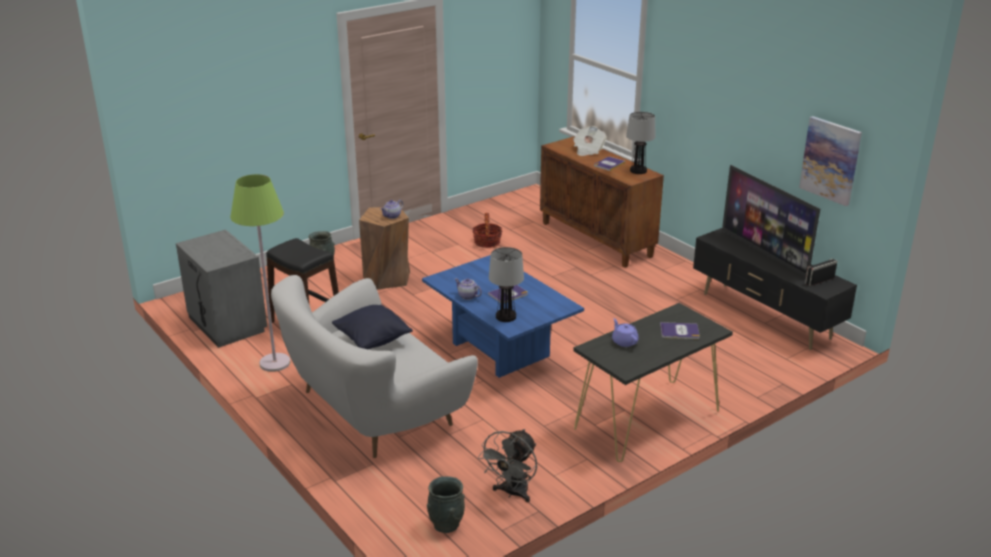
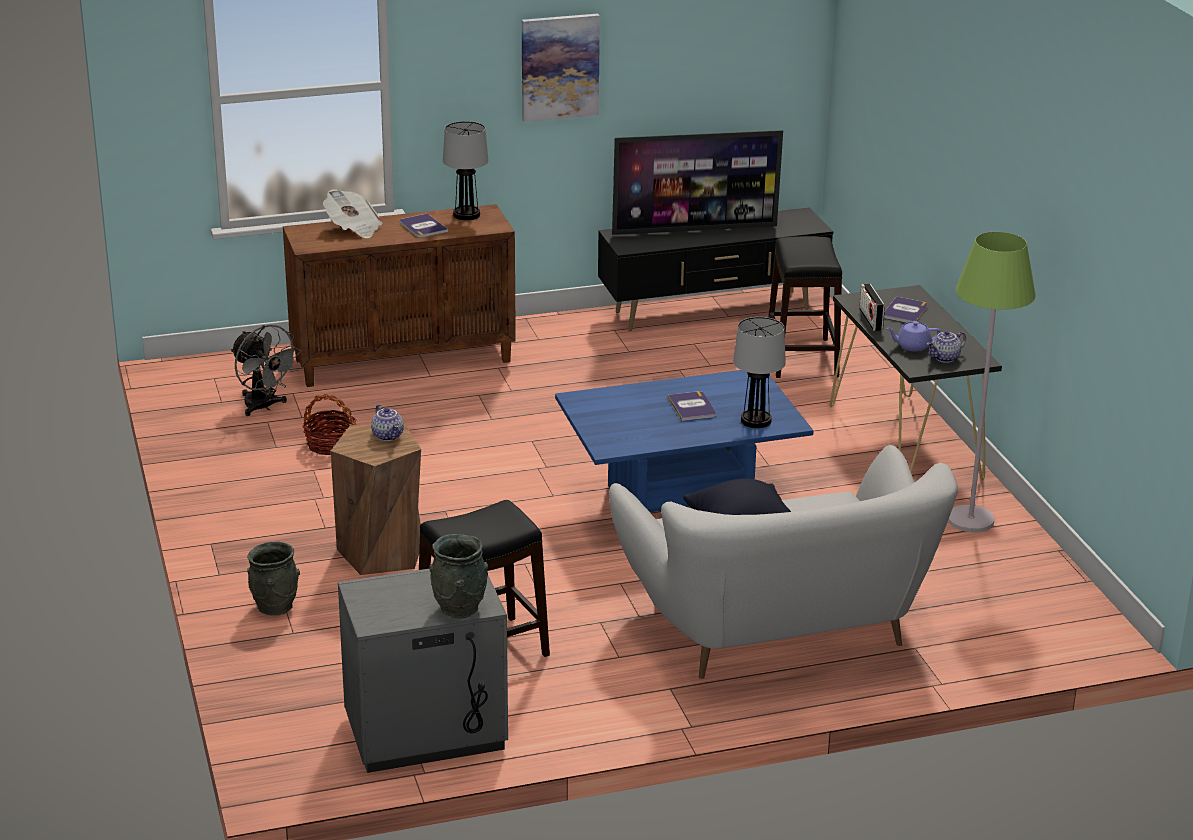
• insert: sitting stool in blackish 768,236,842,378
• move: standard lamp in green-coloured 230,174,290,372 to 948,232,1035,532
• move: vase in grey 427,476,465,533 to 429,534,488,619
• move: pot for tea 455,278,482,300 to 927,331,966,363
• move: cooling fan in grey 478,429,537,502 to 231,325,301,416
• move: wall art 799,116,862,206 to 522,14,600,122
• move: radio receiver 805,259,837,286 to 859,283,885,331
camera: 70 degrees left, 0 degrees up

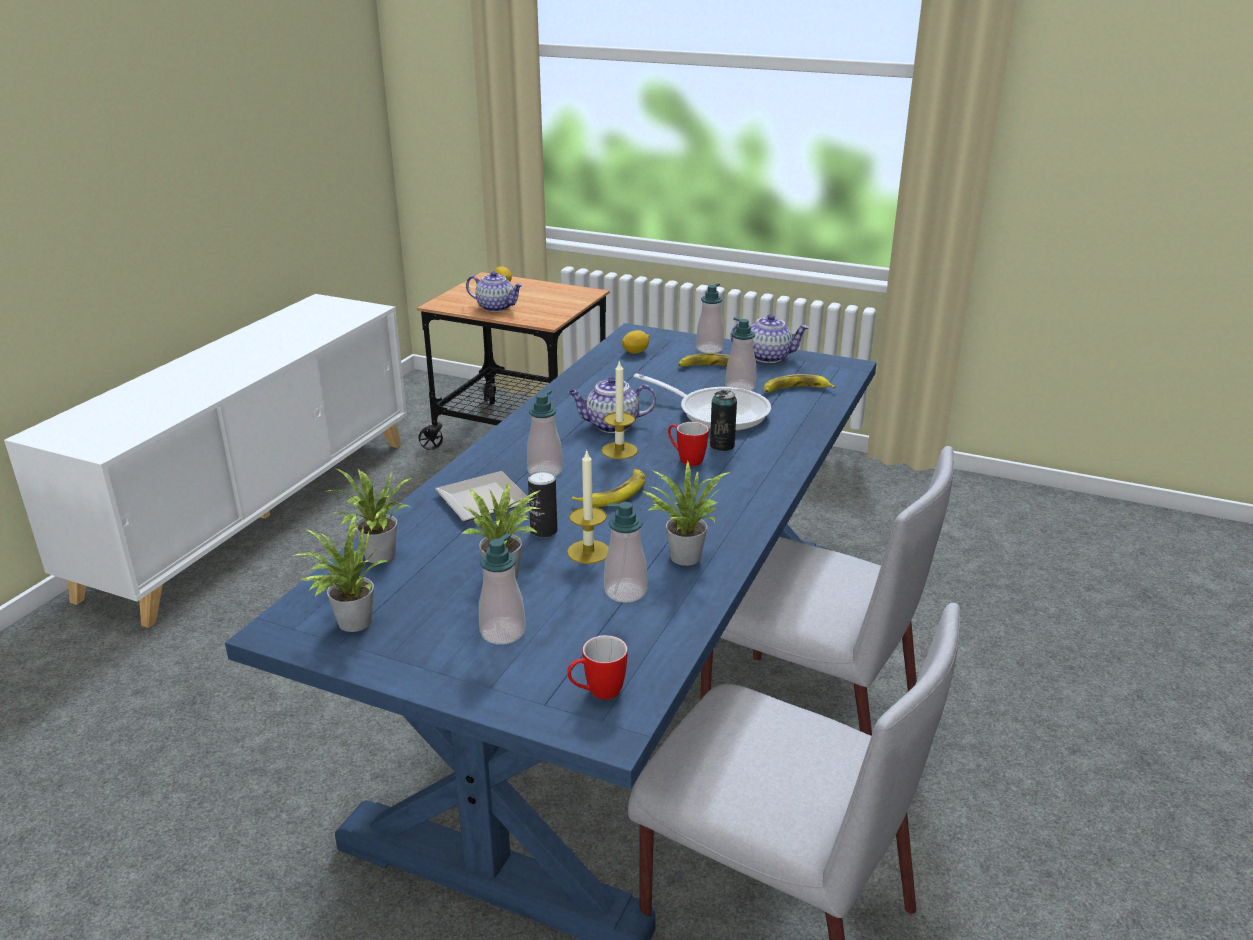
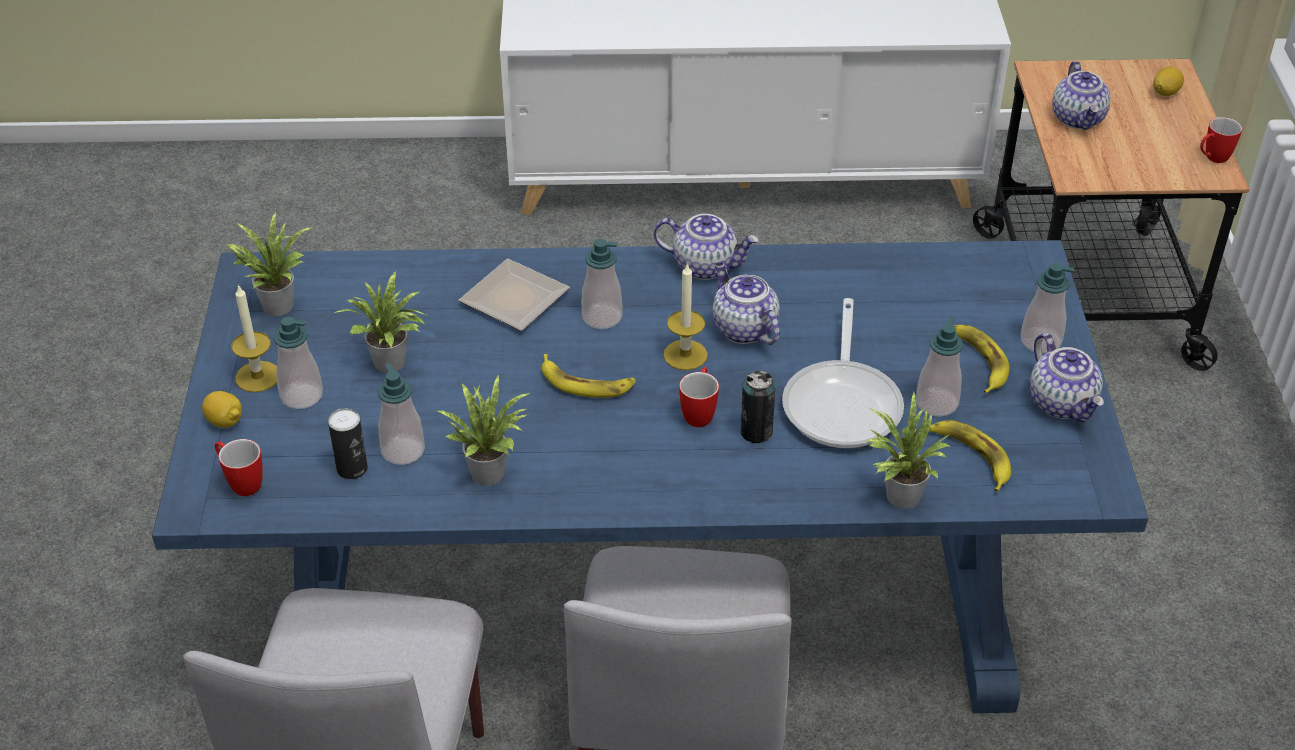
• insert: pot for tea 654,214,759,280
• insert: coffee mug 1200,117,1242,163
• move: houseplant 325,468,412,563 to 864,391,950,509
• move: sealed can 528,470,558,538 to 328,408,368,479
• move: wax light 567,449,609,564 to 232,284,277,393
• move: citrus fruit 622,330,649,354 to 202,391,242,428
camera: 65 degrees right, 15 degrees up

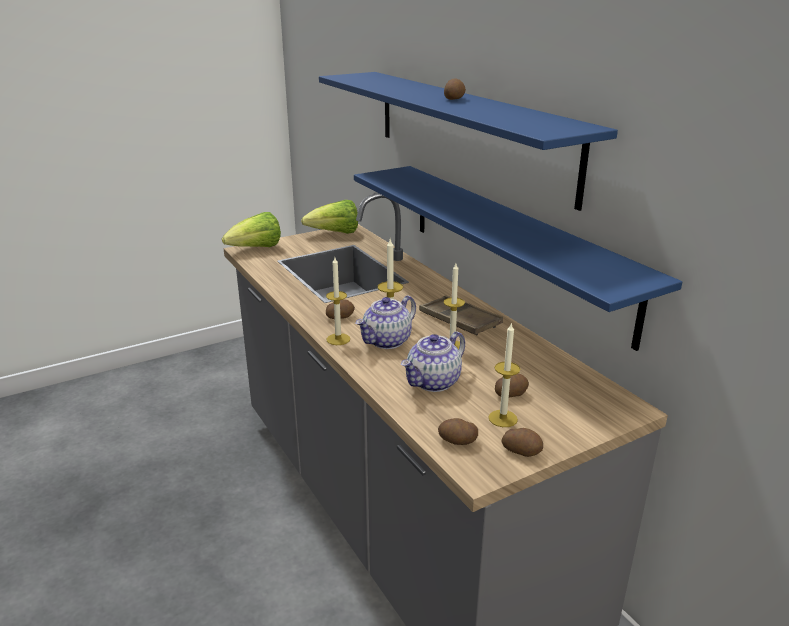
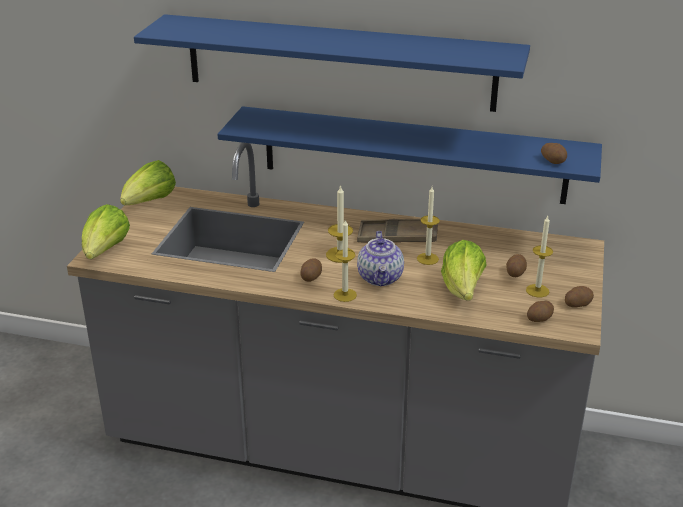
• move: spud 444,78,466,100 to 541,143,567,164
• replace: pot for tea 401,331,465,392 to head of lettuce 441,240,486,300
camera: 45 degrees left, 5 degrees up

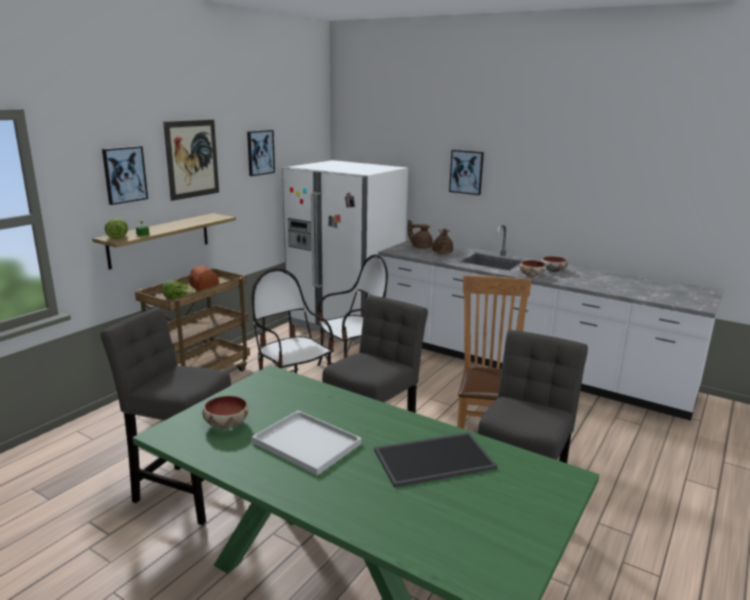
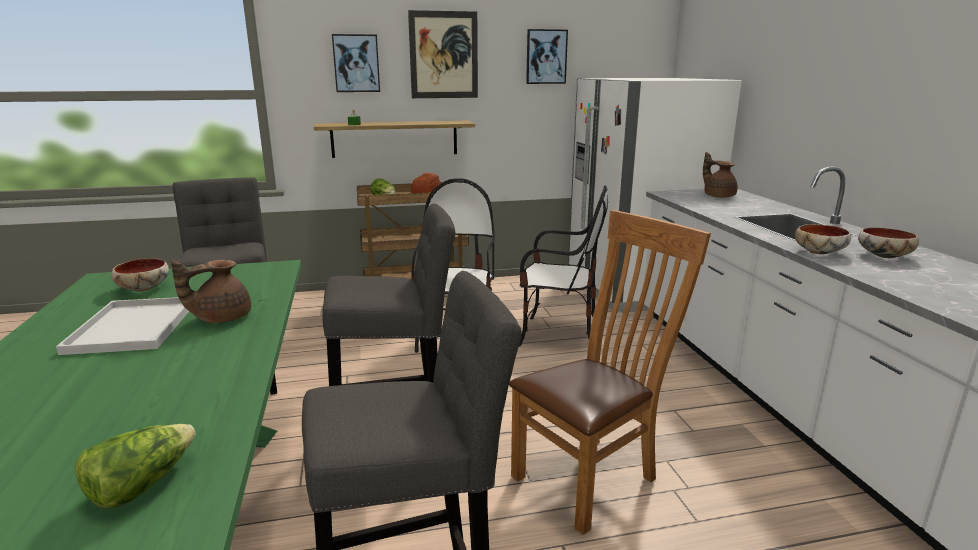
• delete: serving tray 374,432,497,488
• delete: wall art 449,150,484,195
• move: head of lettuce 105,218,128,239 to 75,424,196,508
• move: pot for tea in brown 432,228,453,254 to 171,260,251,323
camera: 45 degrees right, 0 degrees up

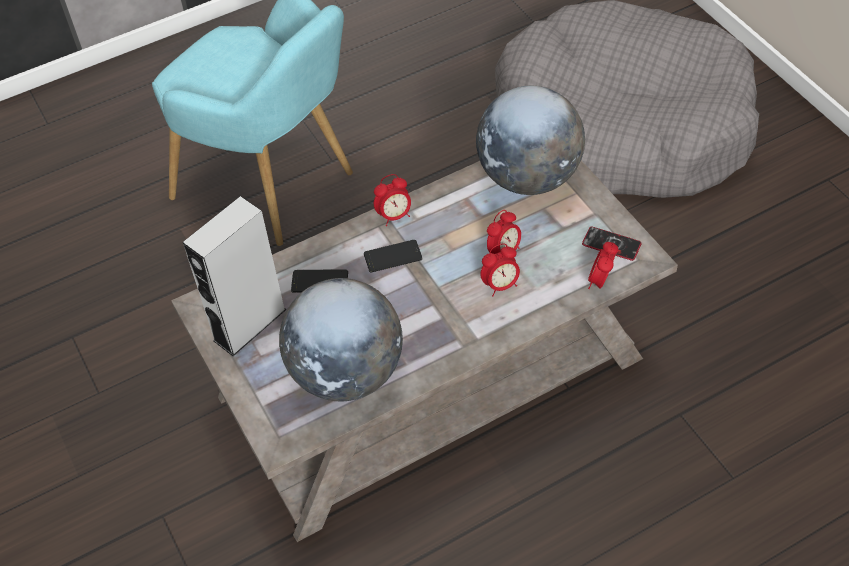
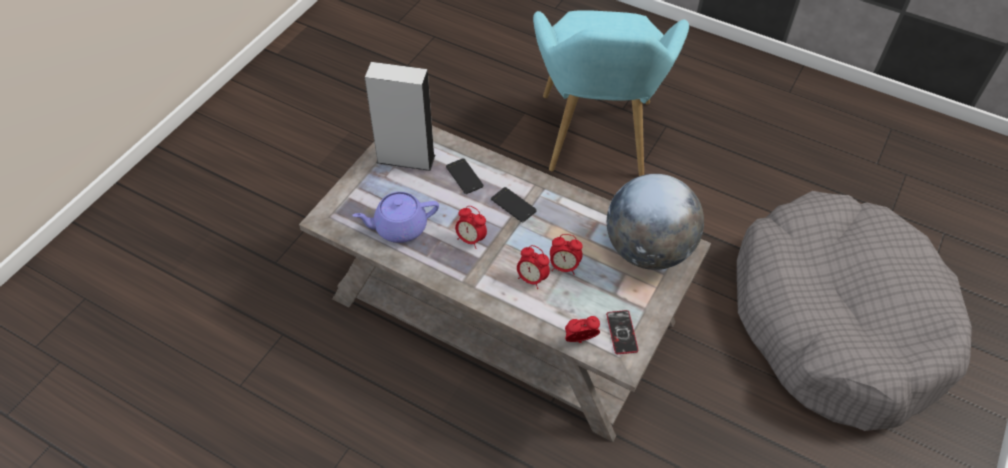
• move: bedside clock 374,174,411,226 to 455,206,487,249
• replace: desk globe 279,278,403,401 to pot for tea in purple-coloured 352,192,439,243
camera: 55 degrees right, 0 degrees up

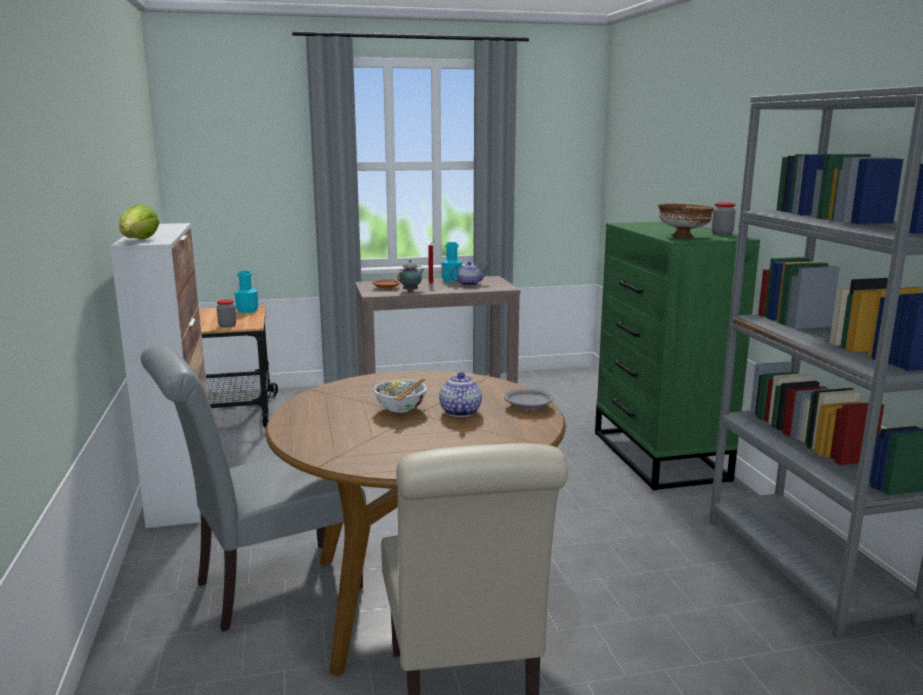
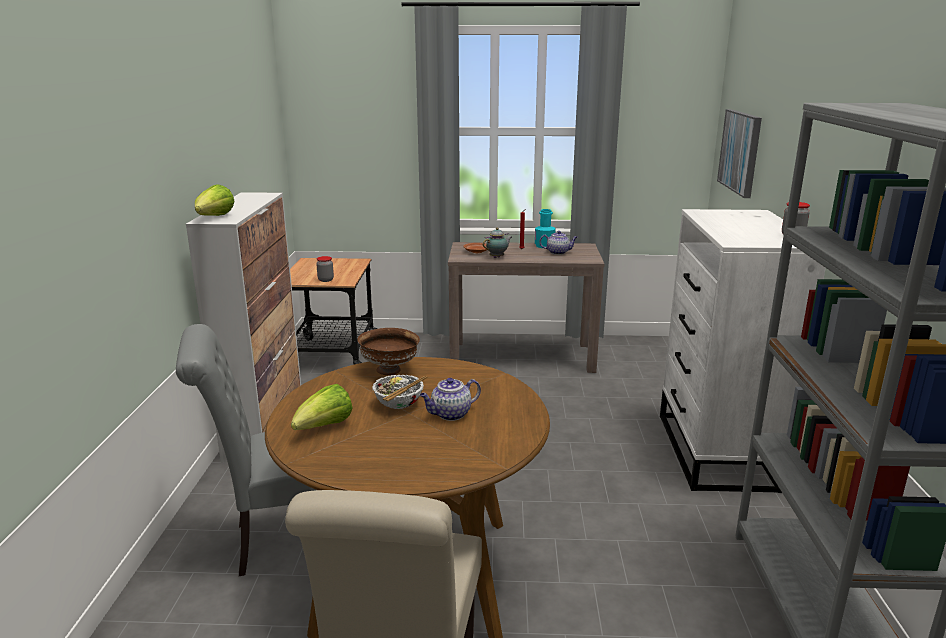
• delete: bottle in turquoise 235,270,258,313
• delete: plate in grey 504,389,553,410
• insert: head of lettuce 291,384,353,430
• insert: wall art 717,109,762,198
• move: serving bowl in brown 658,204,715,238 to 357,328,420,375
• recolor: drawer chest in green-coloured 595,222,760,490 to drawer chest in white 660,209,826,493
• rotate: pot for tea 439,372,482,417 = 420,378,481,421 135 degrees counterclockwise
camera: 15 degrees right, 5 degrees up

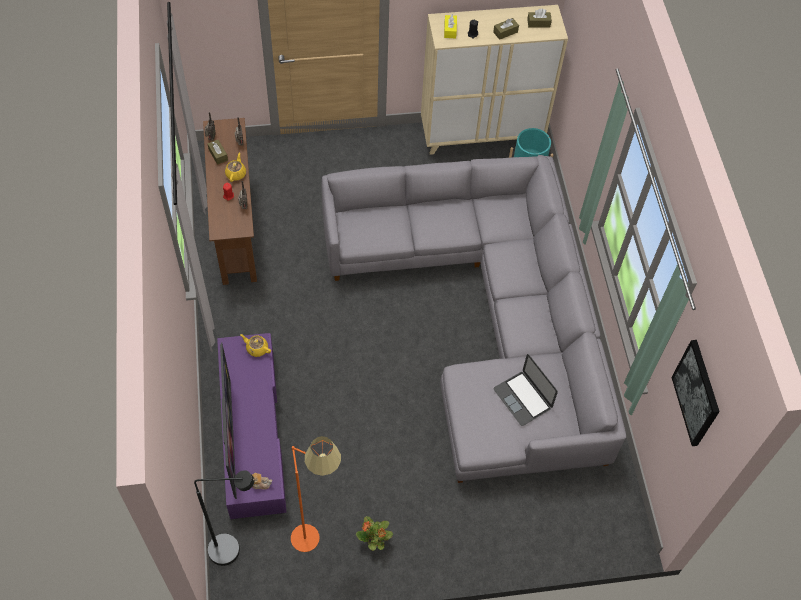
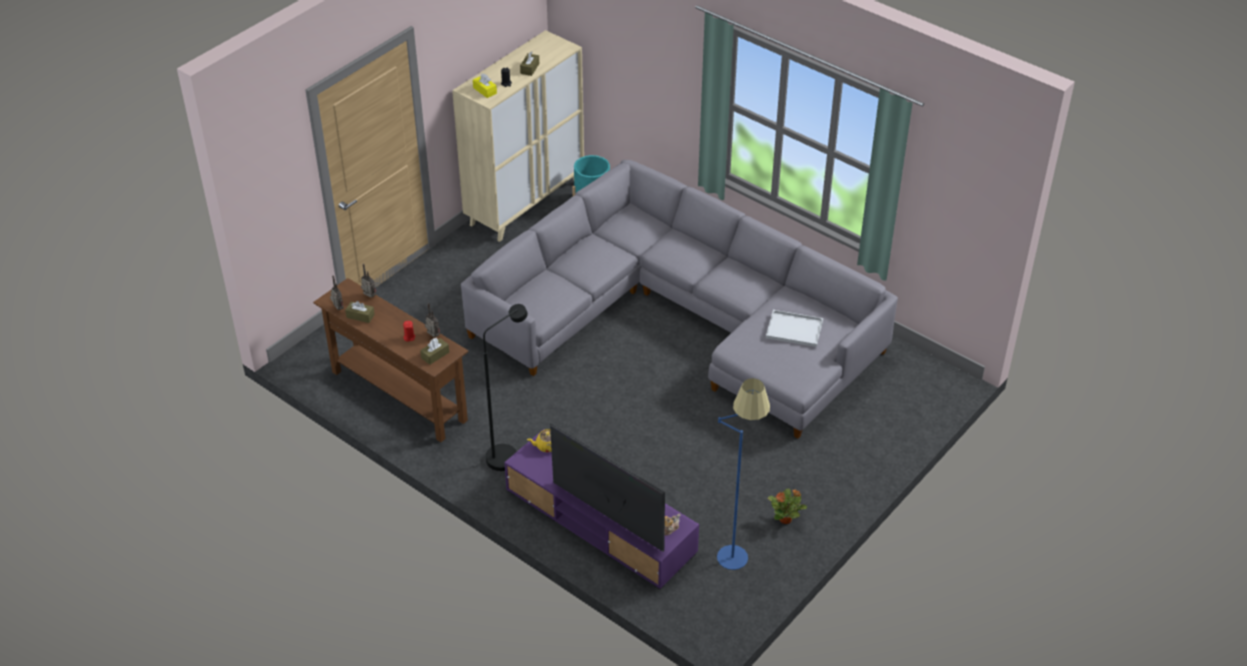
• delete: pot for tea in yellowish 225,152,246,182
• delete: wall art 671,340,720,446
• move: standard lamp in blackish 194,470,254,566 to 483,304,528,471
• move: tissue holder in brown 527,9,552,28 to 420,338,449,365
• replace: laptop 494,354,558,426 to serving tray in white 766,310,823,347
• recolor: standard lamp in orange 291,436,341,552 to standard lamp in blue-coloured 717,378,770,570
camera: 40 degrees left, 15 degrees down

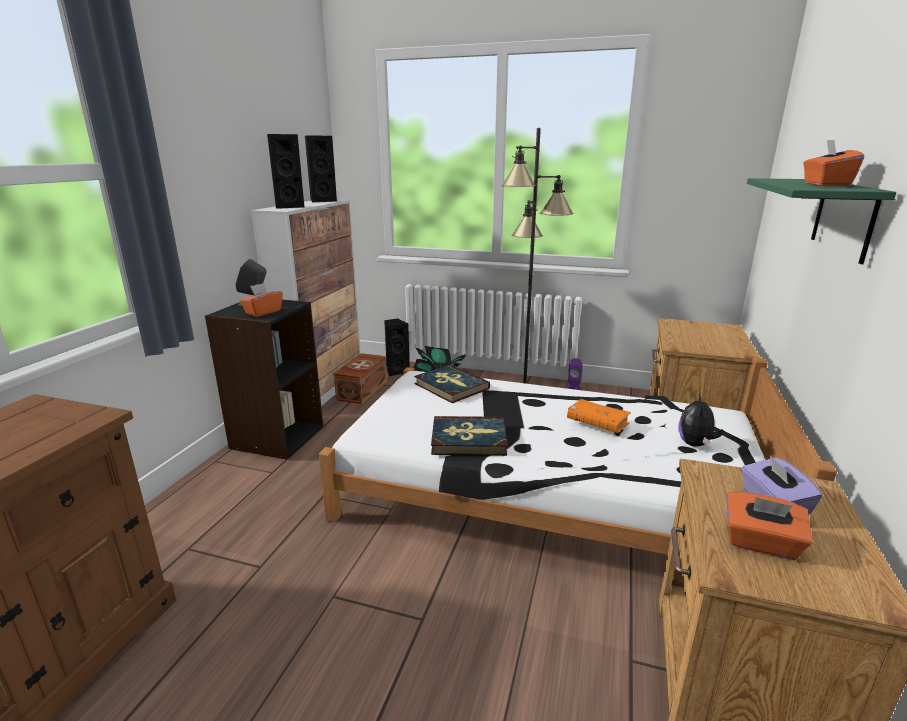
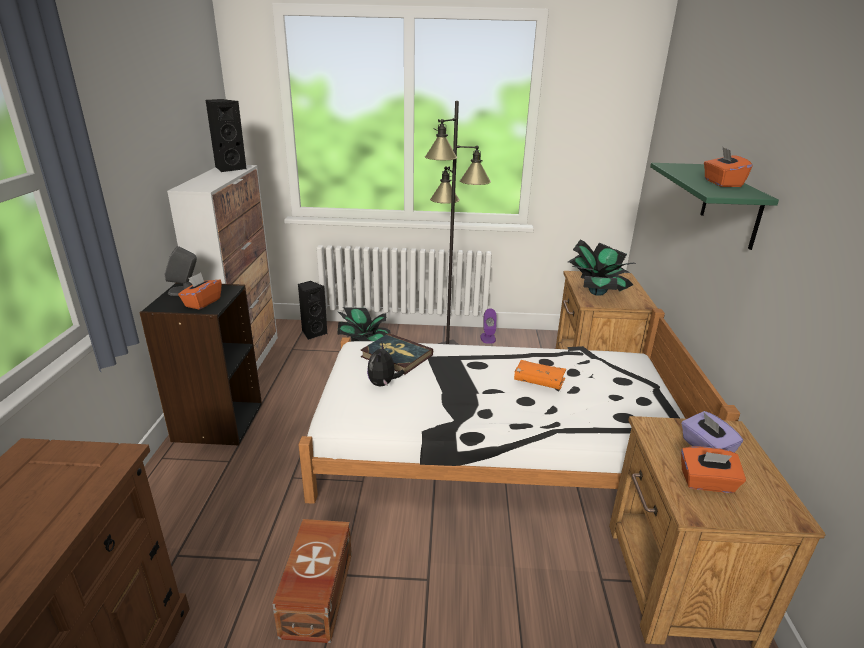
• delete: audio speaker in blackish 267,134,305,209
• delete: bound book 431,416,508,456
• insert: houseplant 568,239,637,296
• move: storage bin in brown 334,353,387,404 to 272,519,352,643
• move: plush toy 678,393,724,447 to 367,343,404,386
camera: 15 degrees left, 5 degrees up

